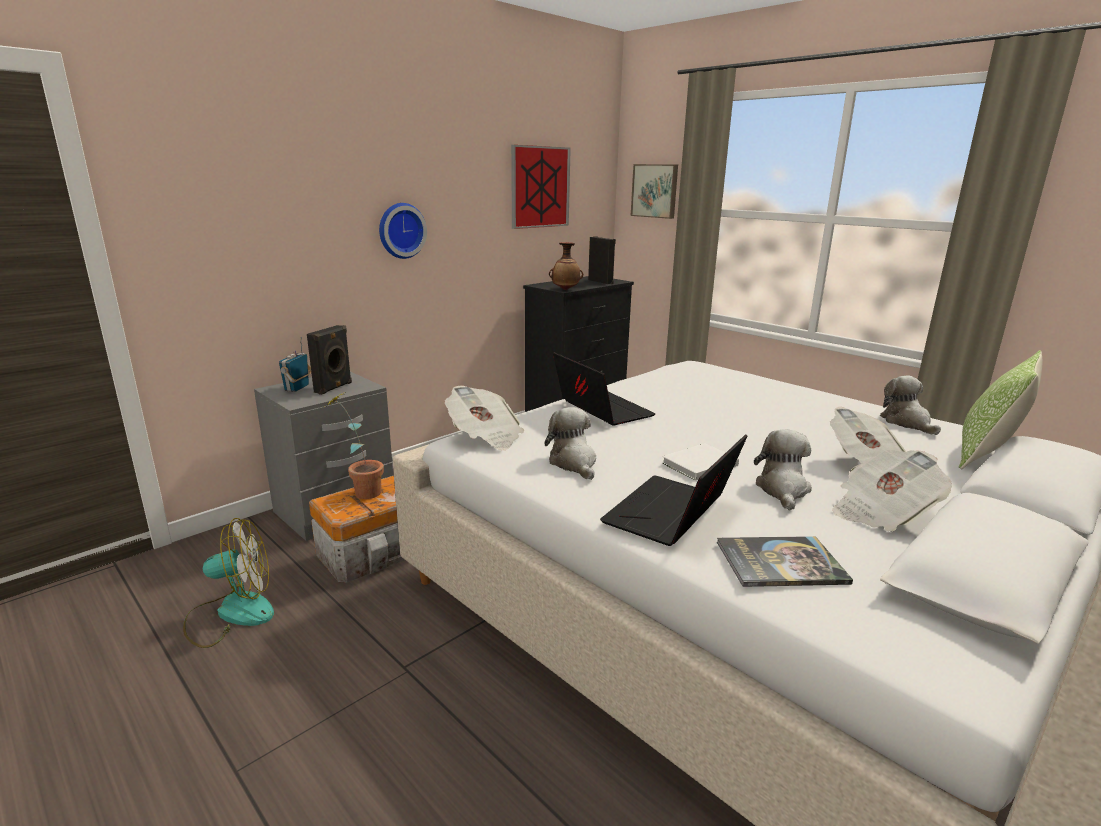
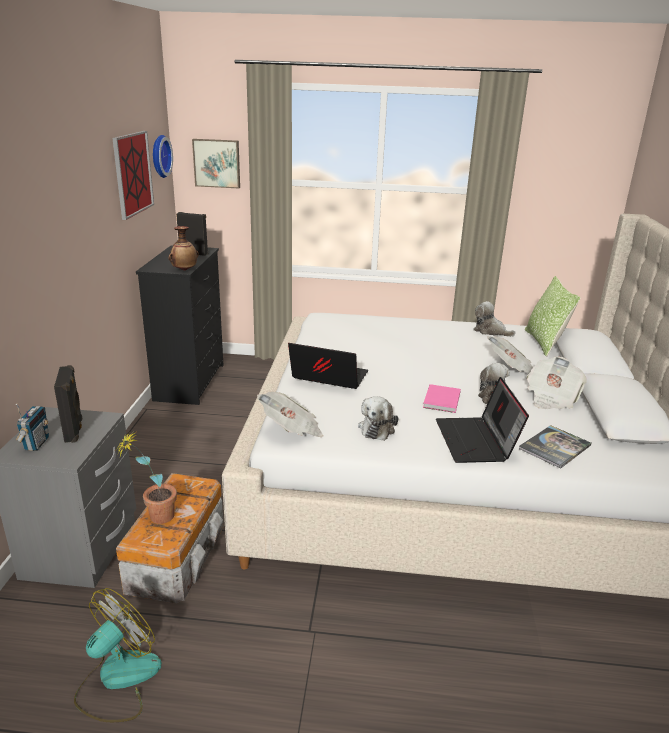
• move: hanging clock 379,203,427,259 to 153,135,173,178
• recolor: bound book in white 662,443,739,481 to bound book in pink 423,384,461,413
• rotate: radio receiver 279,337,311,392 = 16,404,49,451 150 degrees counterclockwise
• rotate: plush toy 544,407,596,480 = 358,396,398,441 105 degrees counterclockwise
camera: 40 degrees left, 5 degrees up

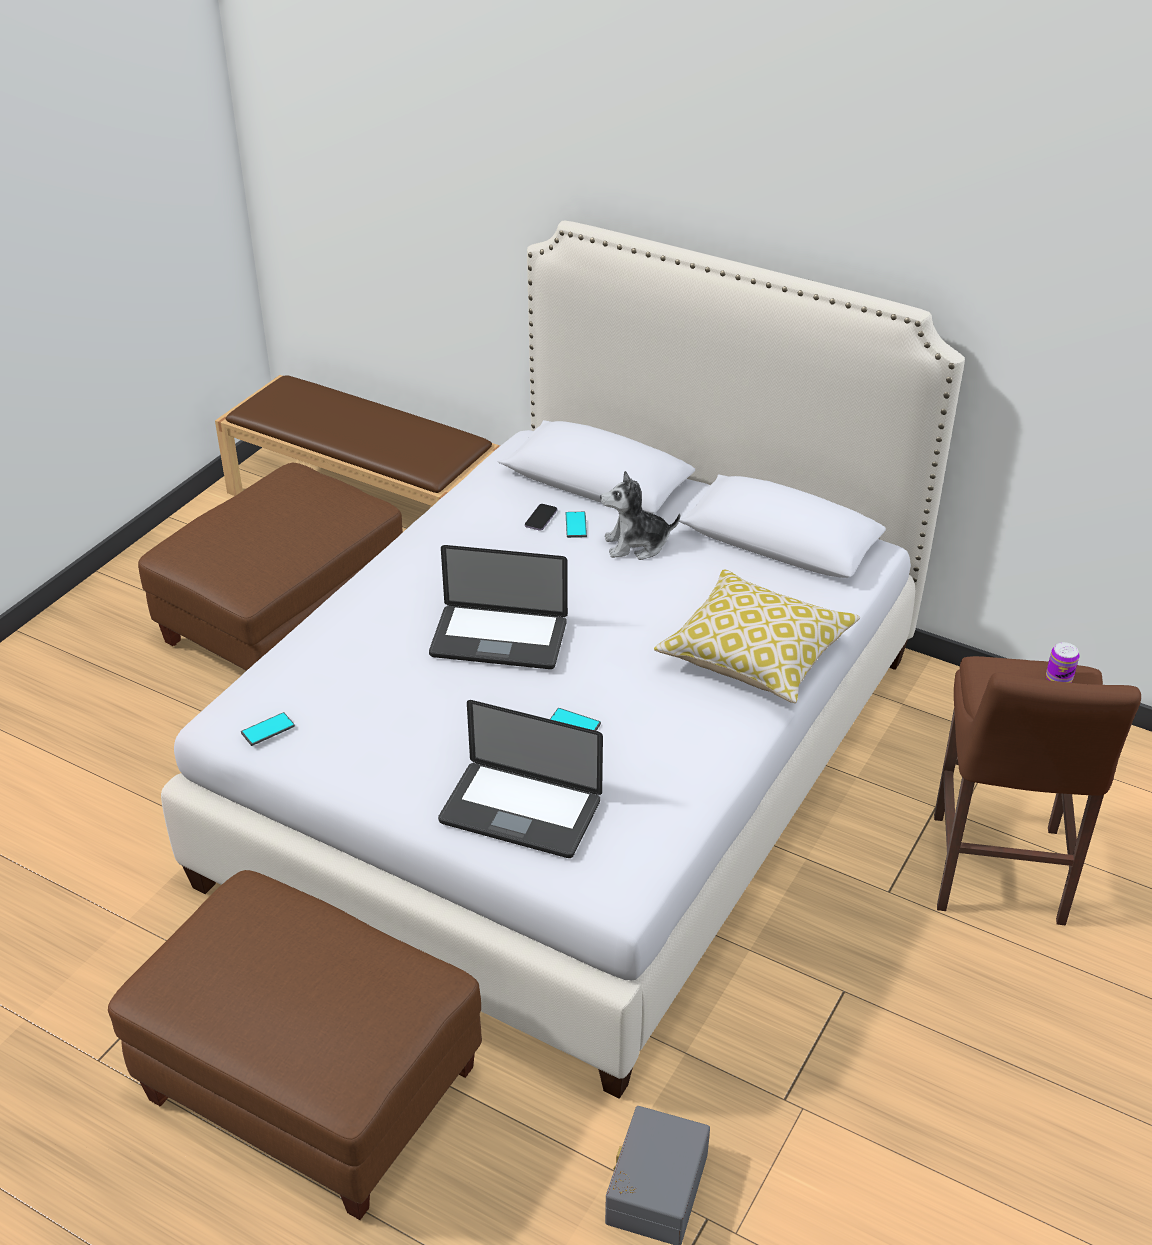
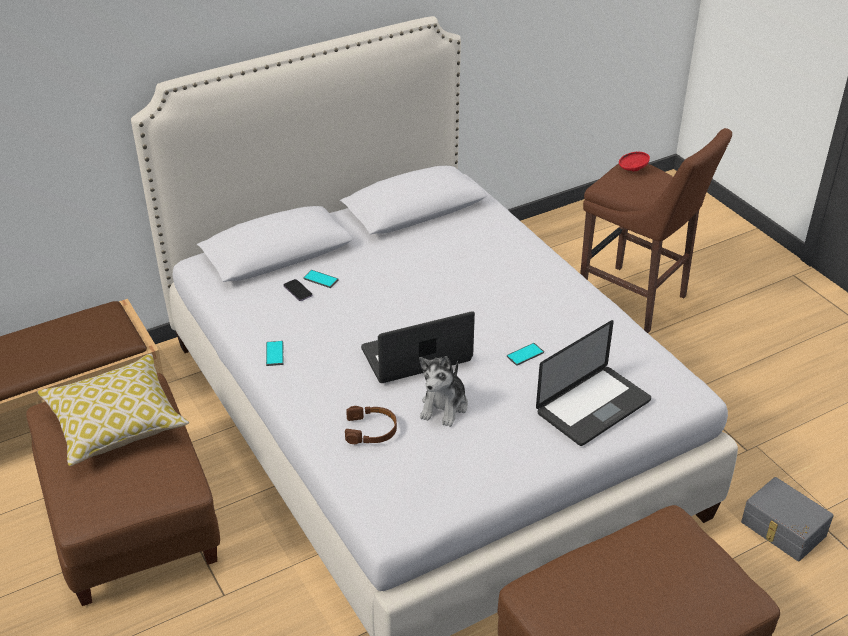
• insert: headphones in brown 345,406,397,444
• move: phone 241,712,295,746 to 266,341,284,366
• move: plush toy 600,471,680,560 to 419,356,468,427
• move: cushion 654,569,860,703 to 37,354,189,466
• replace: sealed can 1046,642,1079,683 to serving bowl in red 619,152,650,171
• rotate: laptop 429,545,568,669 = 361,311,475,383 150 degrees counterclockwise
camera: 60 degrees left, 0 degrees up

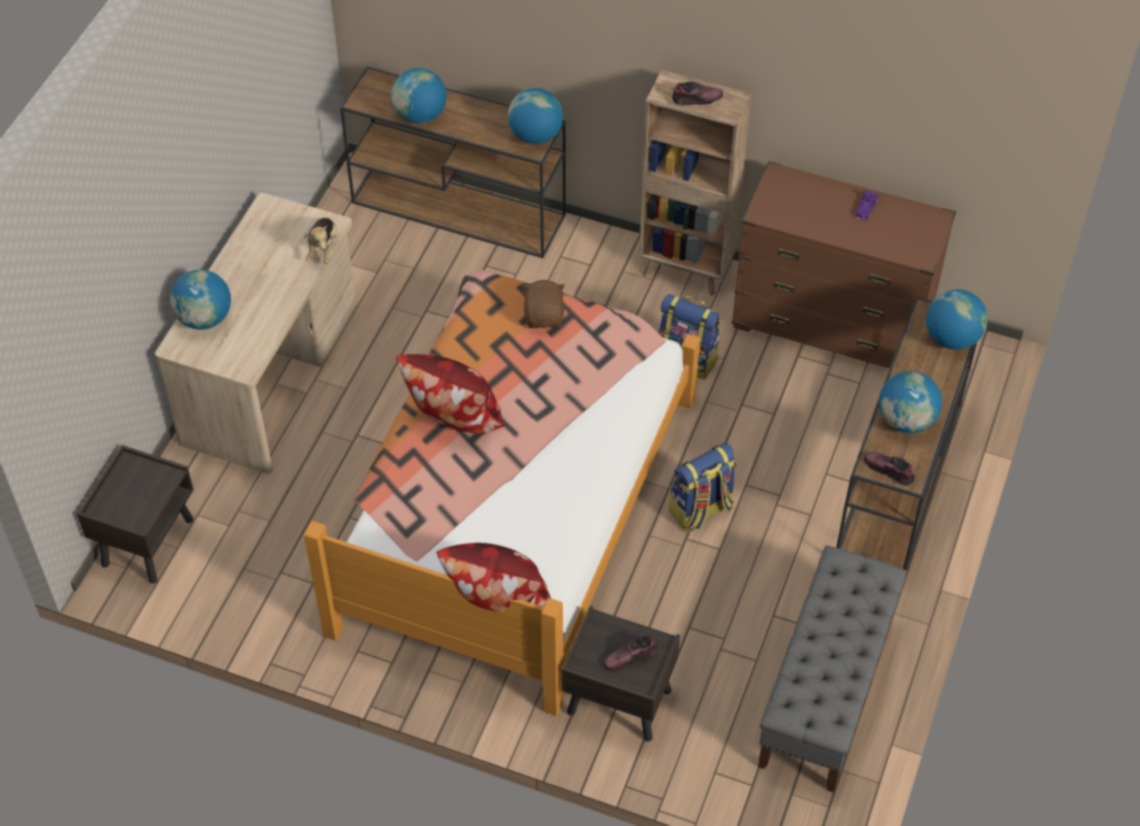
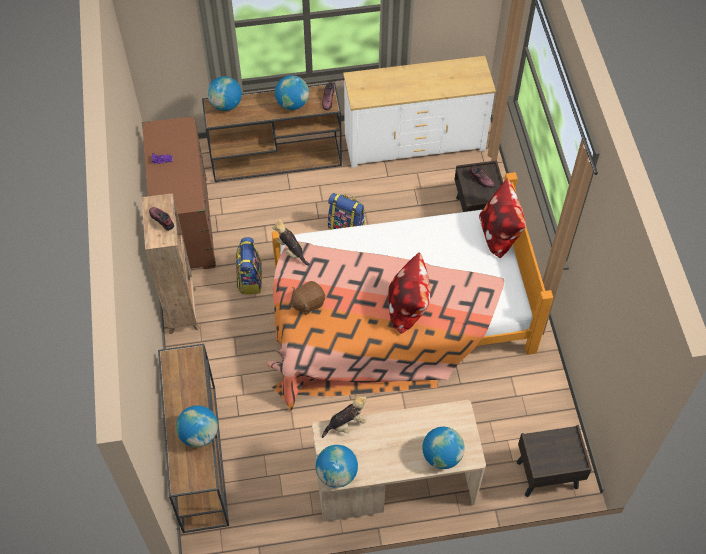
• insert: plush toy 272,219,310,266
• move: desk globe 508,88,563,144 to 316,445,358,488
• replace: bench in grey 758,546,907,793 to drawer chest in white 343,56,496,167
camera: 120 degrees left, 5 degrees up

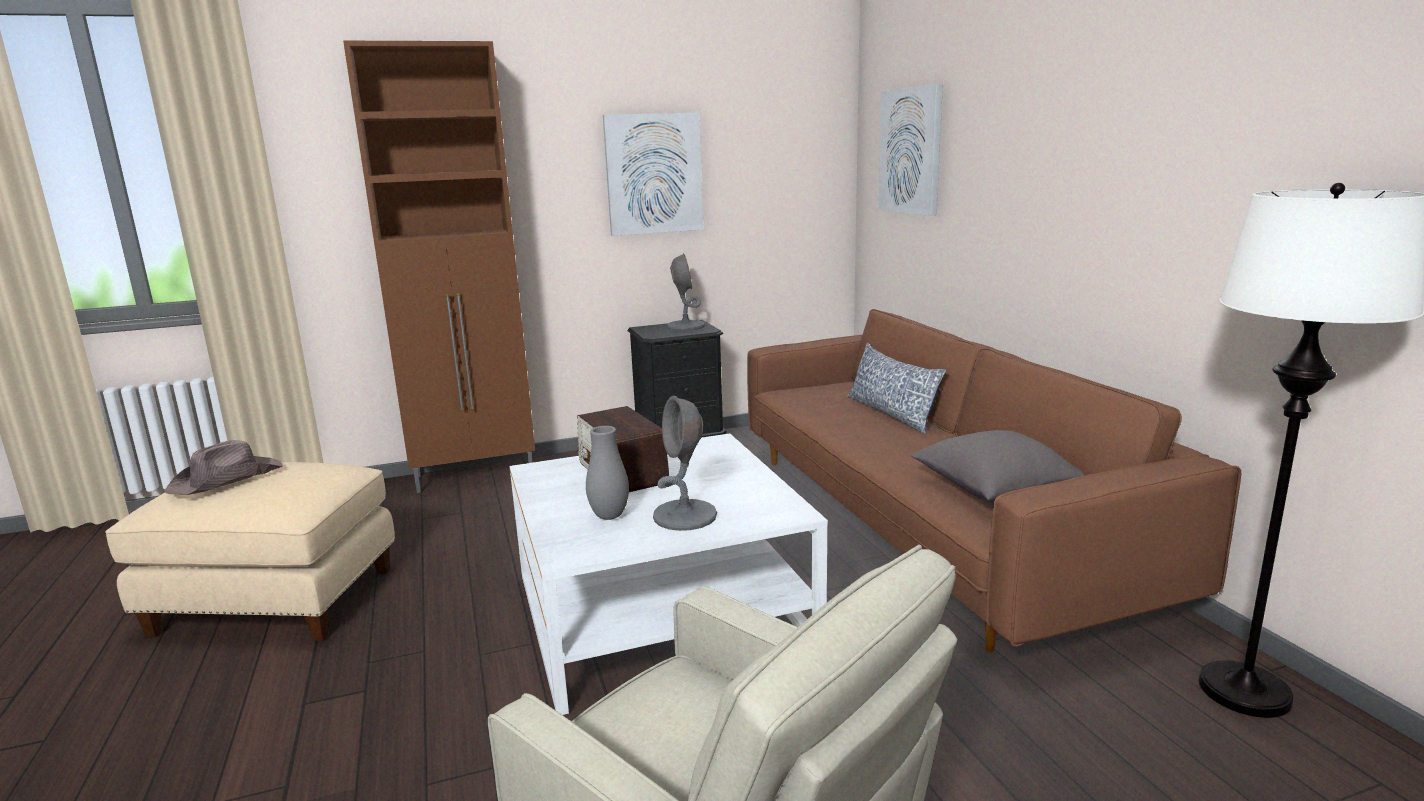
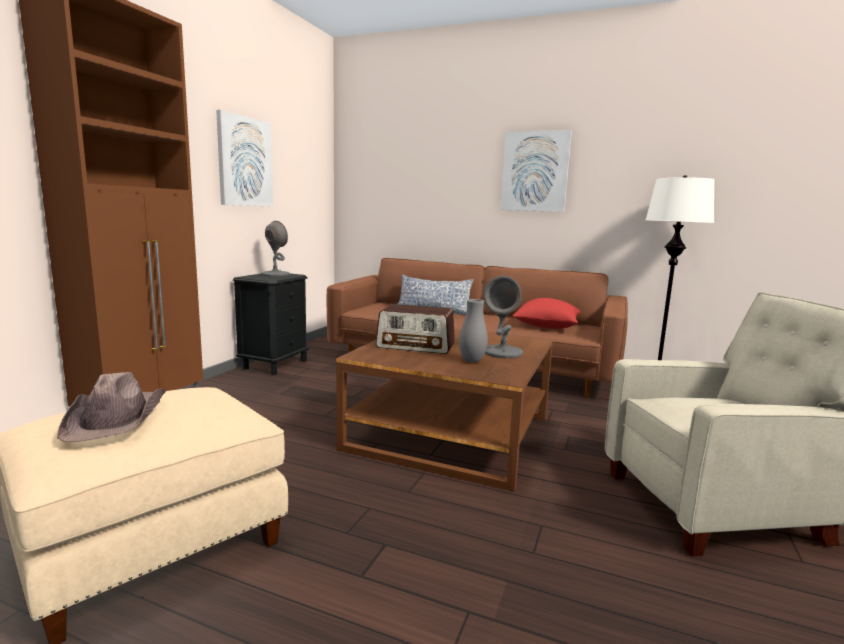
• move: wall art 878,84,943,216 to 500,130,572,212
• recolor: lounge table in white 509,433,828,715 to lounge table in brown 336,329,553,491
• recolor: cushion in grey 911,430,1084,503 to cushion in red 512,298,580,329
camera: 50 degrees left, 5 degrees down

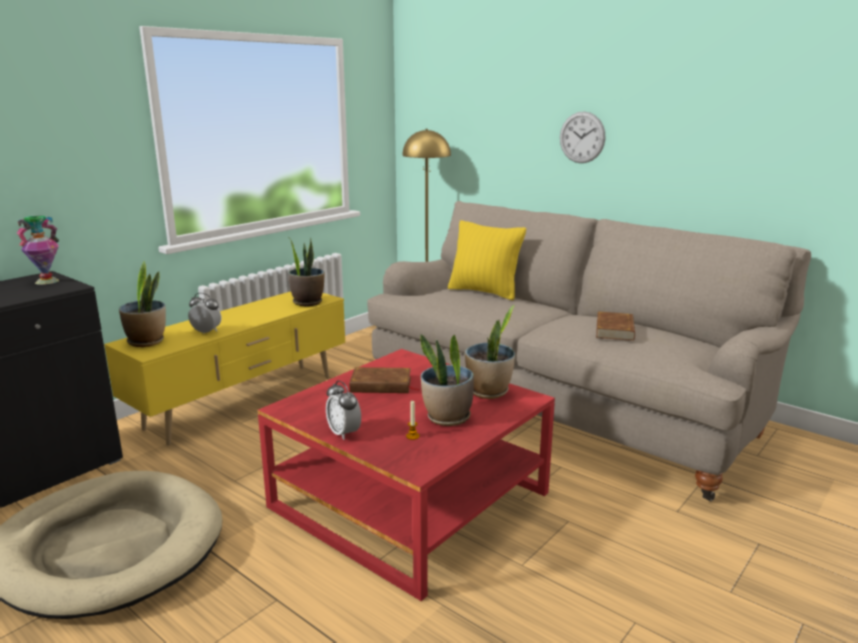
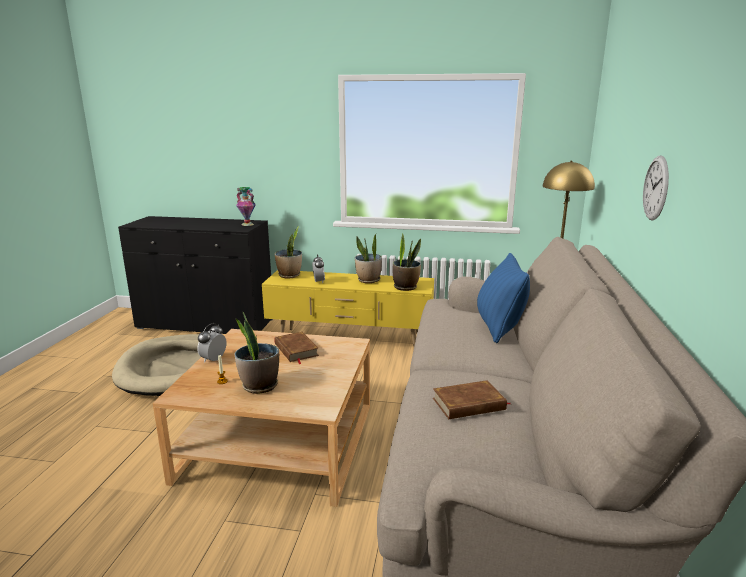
• move: houseplant 465,305,515,399 to 355,234,382,283
• recolor: lounge table in red 258,349,555,601 to lounge table in sand-coloured 153,329,370,507
• recolor: cushion in yellowish 448,220,526,300 to cushion in blue-coloured 477,253,530,343
camera: 60 degrees right, 0 degrees up

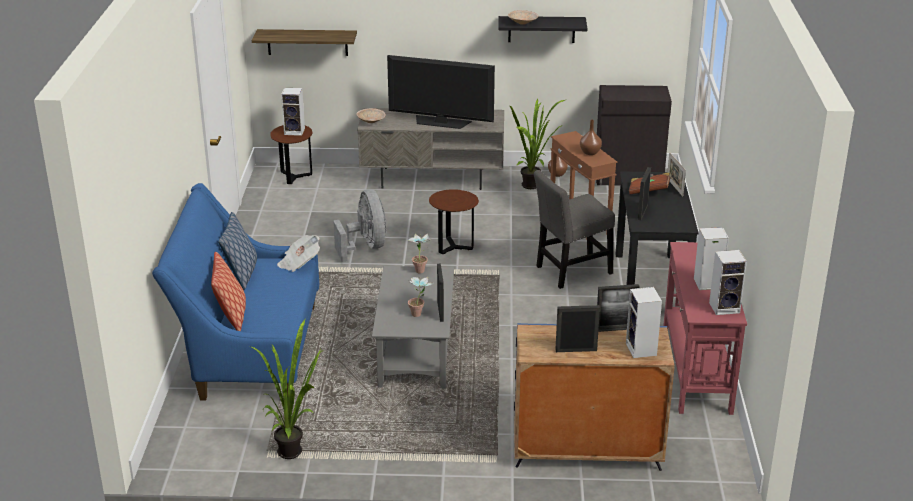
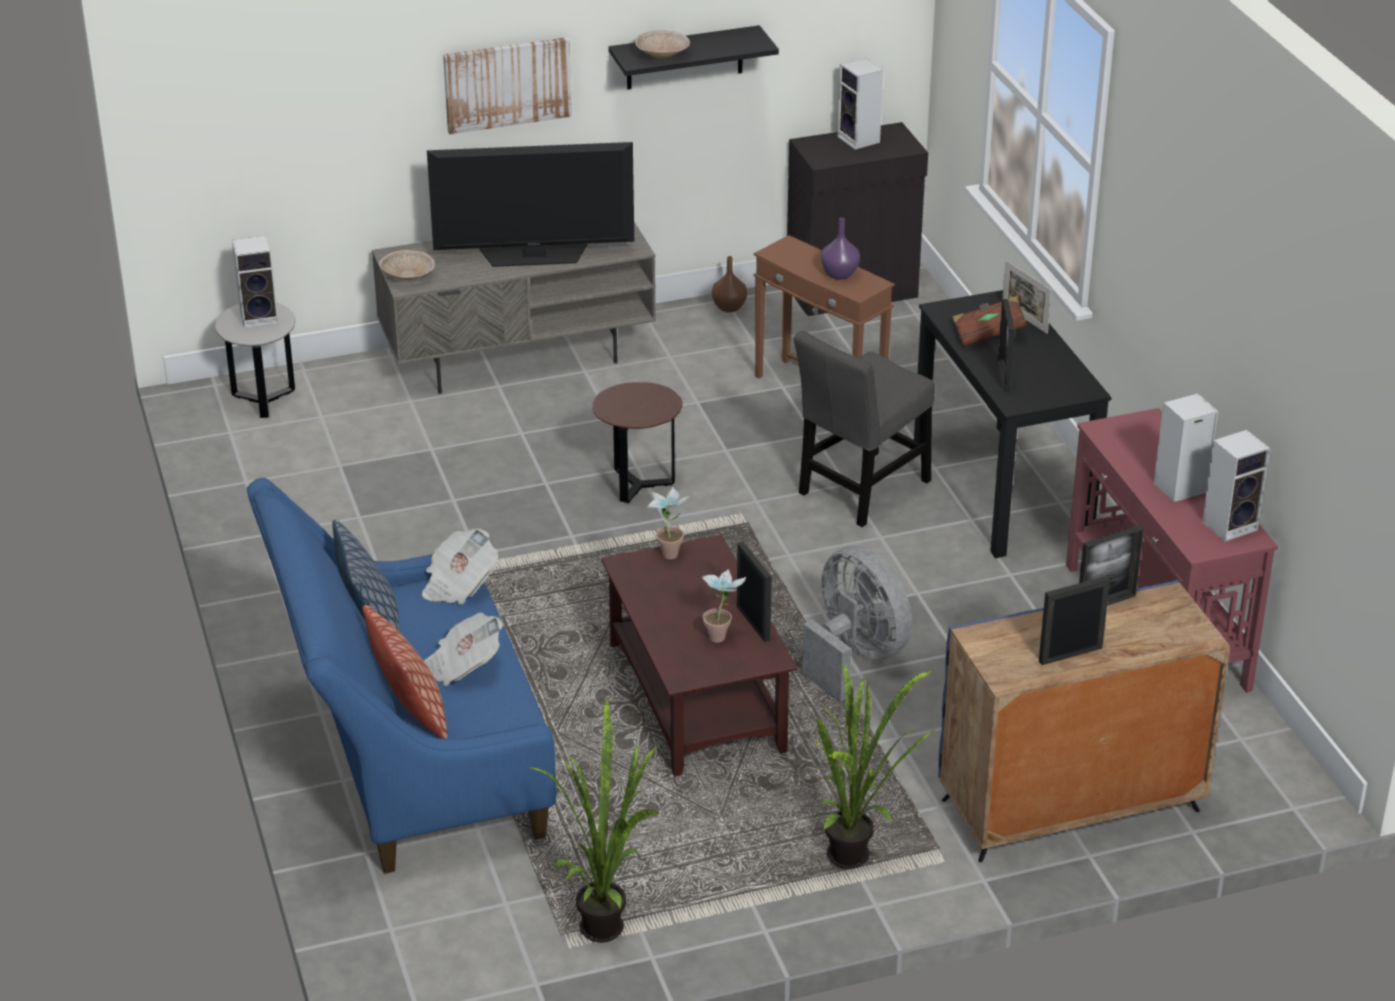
• delete: bracket shelf 252,29,357,56
• insert: newspaper 424,612,503,686
• insert: wall art 443,37,572,134
• move: cooling fan in grey 333,189,387,262 to 802,546,912,702
• move: houseplant 510,99,565,189 to 814,662,936,869
• move: audio speaker 626,287,662,358 to 837,58,883,150
• recolor: end table in brown 270,125,313,184 to end table in grey 215,303,295,418
• recolor: lounge table in grey 372,266,454,389 to lounge table in brown 601,535,797,777
• recolor: vase in brown 580,120,602,155 to vase in purple-coloured 821,218,860,280
camera: 20 degrees left, 5 degrees up

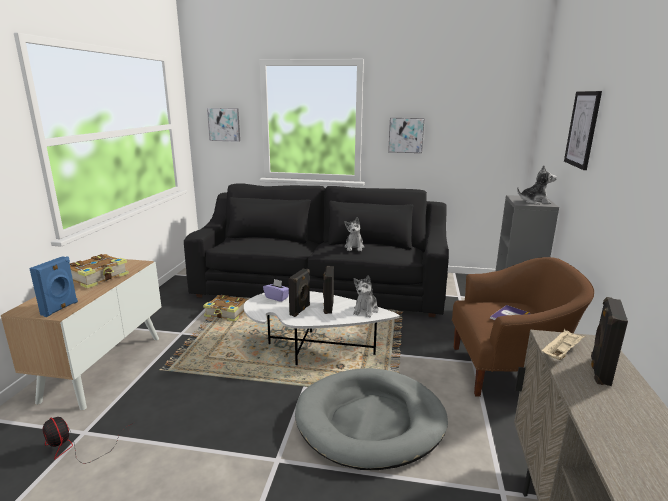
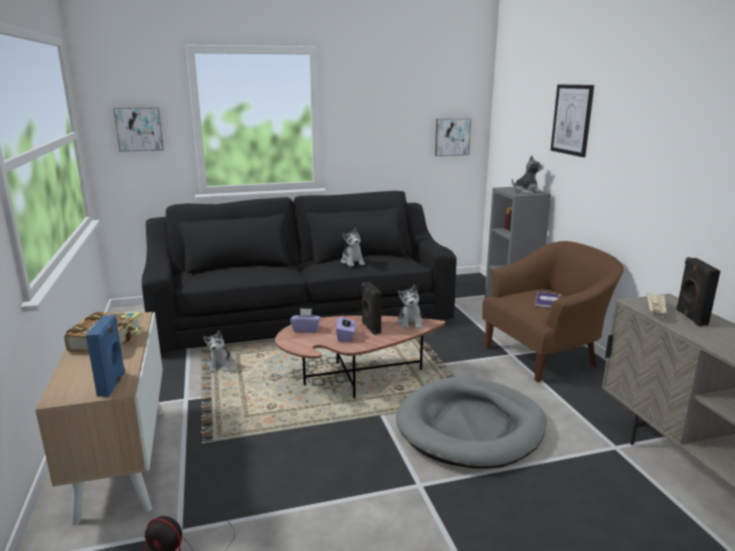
• move: wall art 388,118,425,153 to 435,118,471,156
• replace: bound book 203,295,247,322 to plush toy 203,330,234,373
• replace: audio speaker in blackish 288,269,310,317 to tissue holder in purple-coloured 336,316,356,342
• recolor: lounge table in white 244,291,400,365 to lounge table in brown 275,315,446,398
camera: 25 degrees left, 0 degrees up

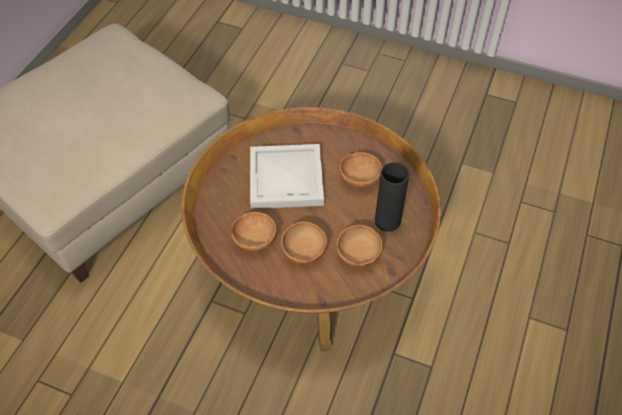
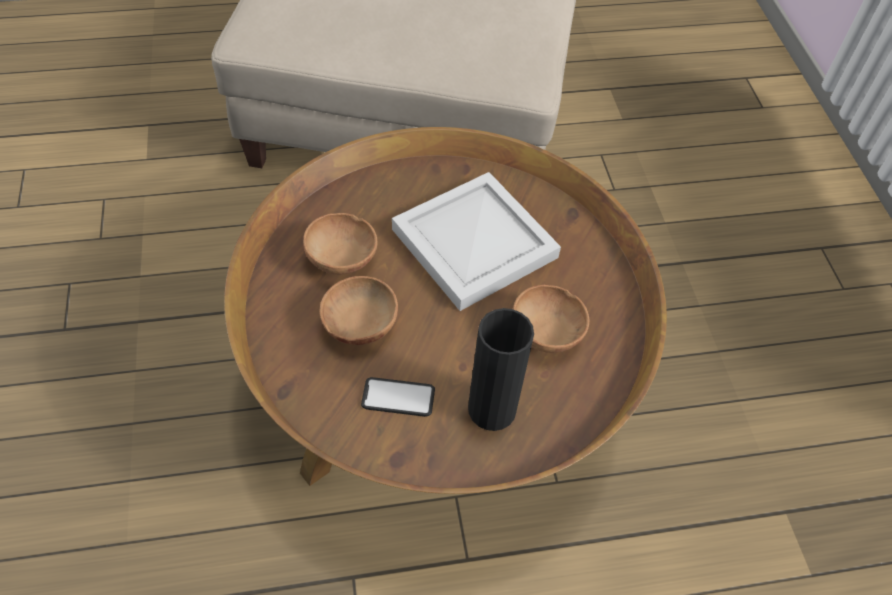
• replace: serving bowl in brown 337,225,383,267 to phone 361,377,435,417
camera: 55 degrees right, 0 degrees up

